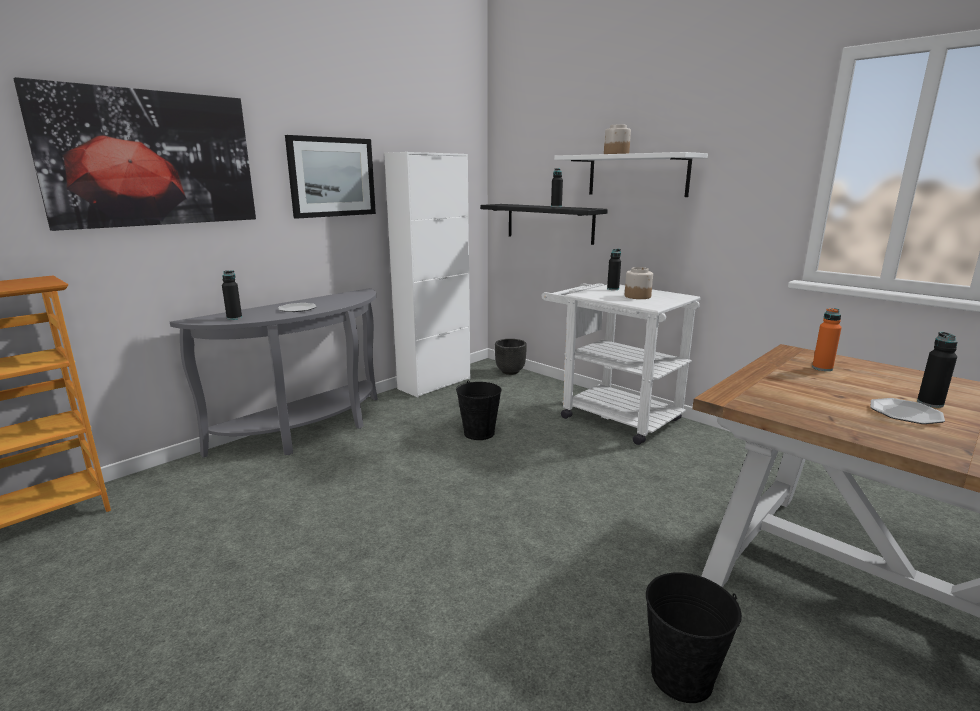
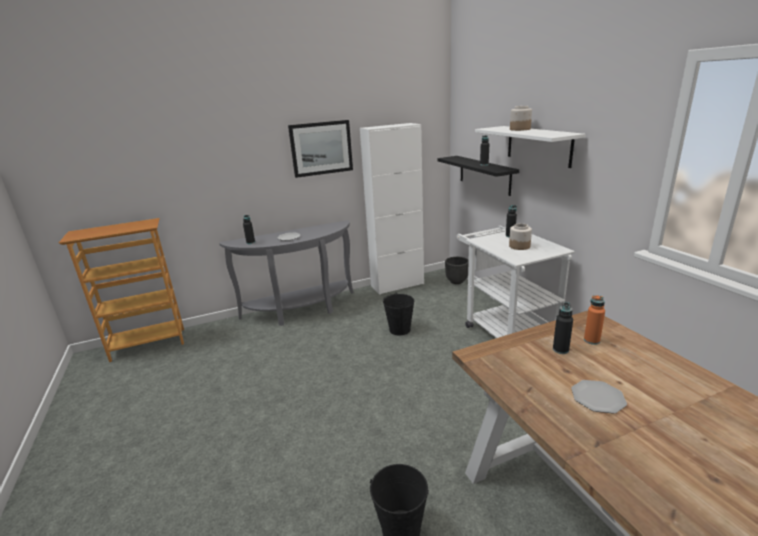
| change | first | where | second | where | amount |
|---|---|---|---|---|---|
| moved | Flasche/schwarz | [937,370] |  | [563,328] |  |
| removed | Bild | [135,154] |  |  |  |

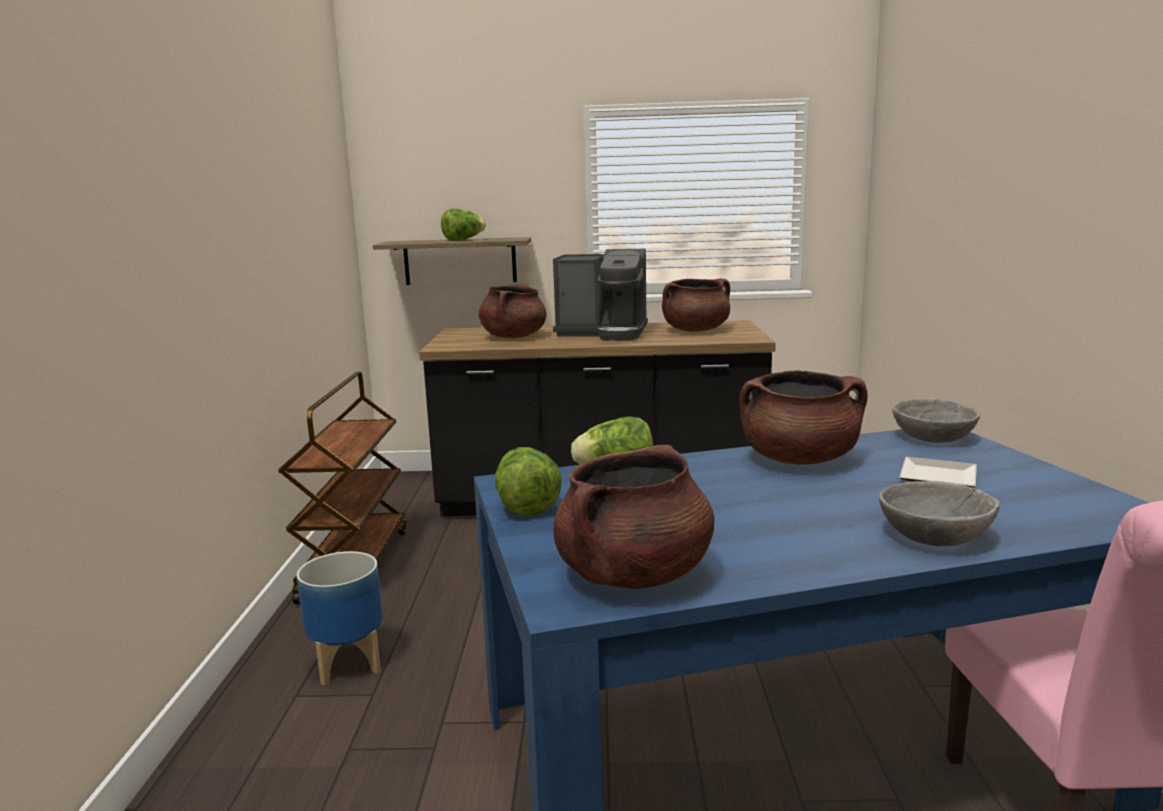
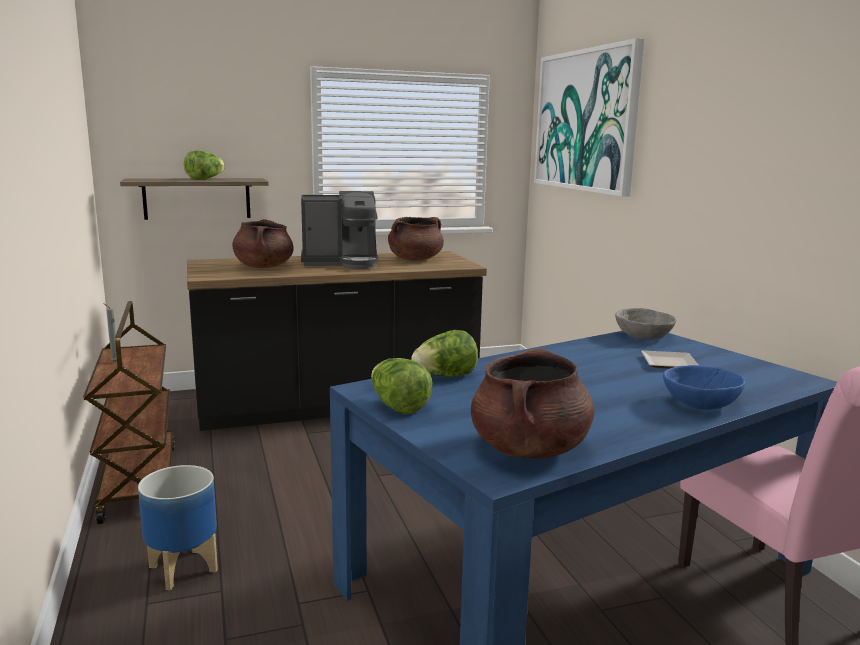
| change | first | where | second | where | amount |
|---|---|---|---|---|---|
| added |  |  | Kerze/grau | [110,332] |  |
| added |  |  | Bild | [589,117] |  |
| recoloured | Schüssel/grau | [939,513] | Schüssel/blau | [704,387] |  |
| removed | Kochtopf/braun | [803,417] |  |  |  |

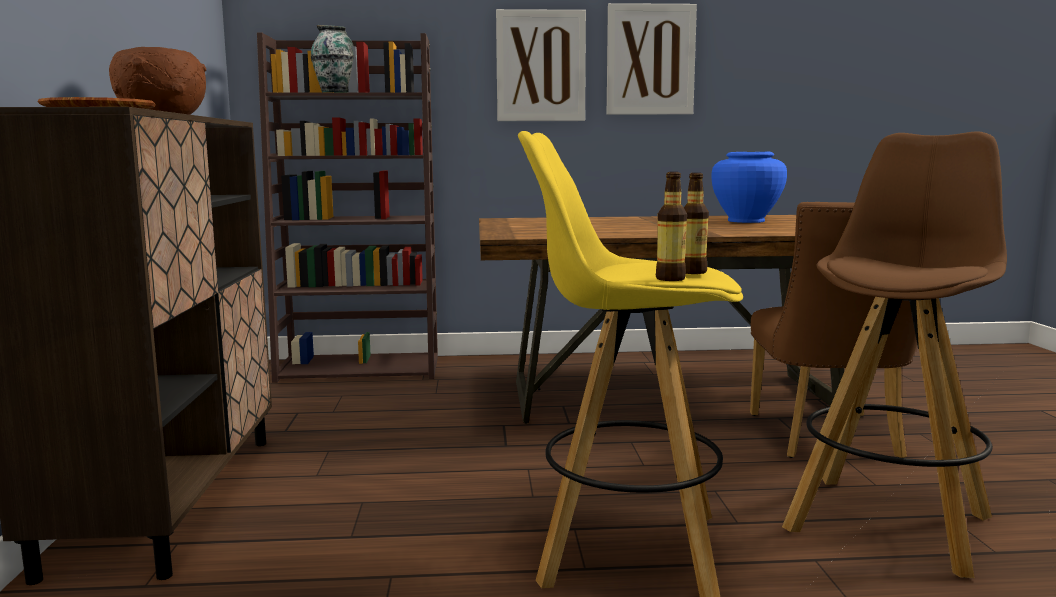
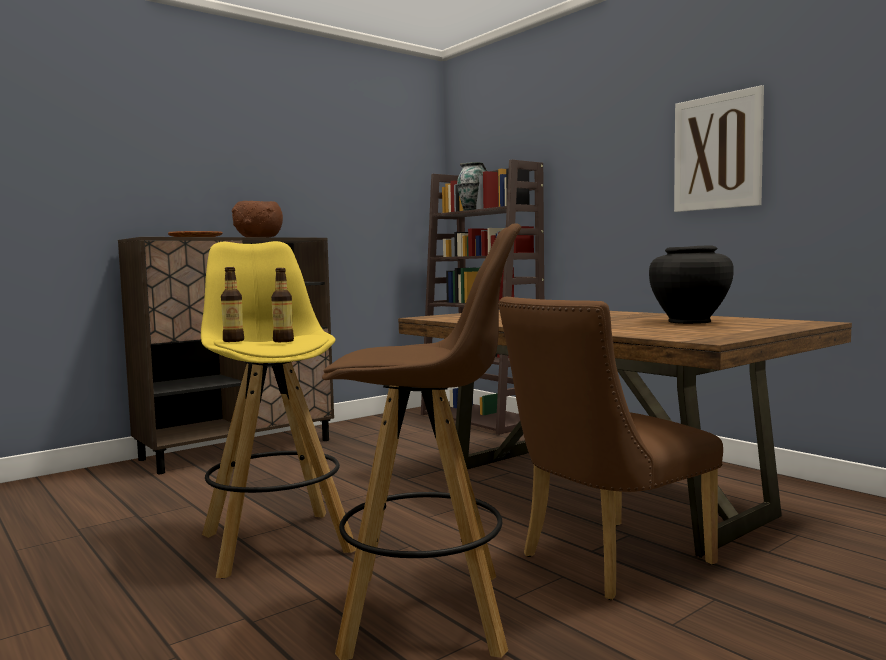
| change | first | where | second | where | amount |
|---|---|---|---|---|---|
| recoloured | Vase/blau | [749,187] | Vase/schwarz | [691,285] |  |
| removed | Bild | [541,65] |  |  |  |

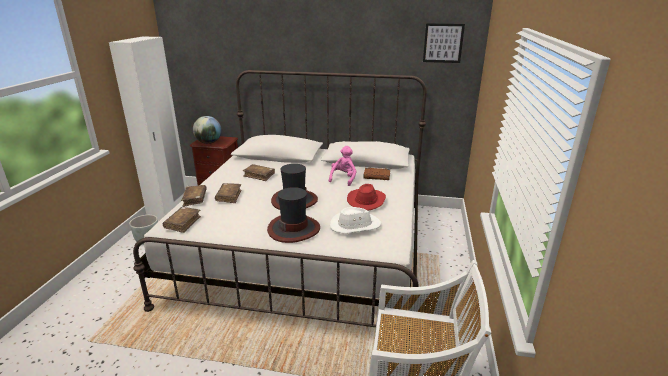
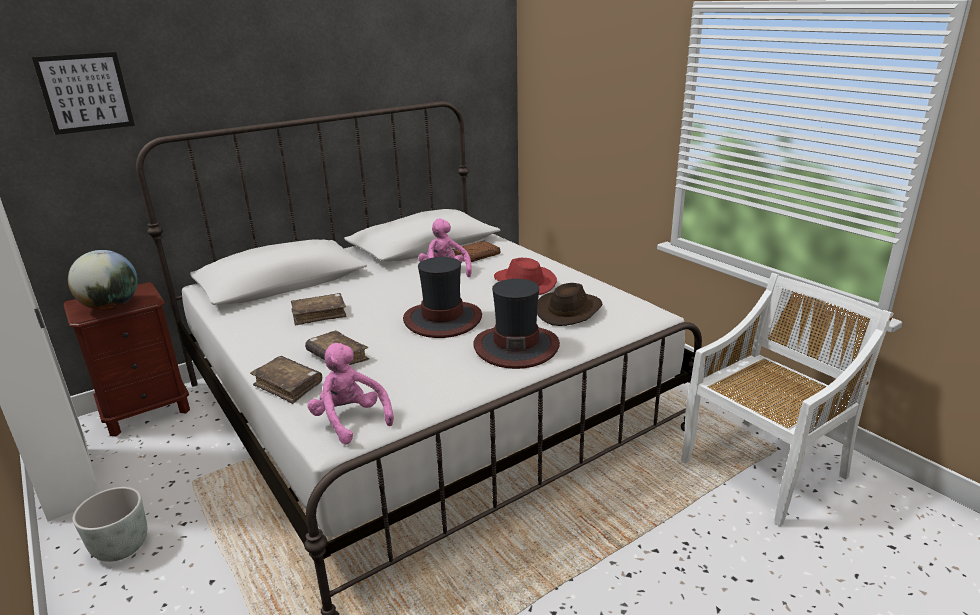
| change | first | where | second | where | amount |
|---|---|---|---|---|---|
| moved | Bild | [444,43] |  | [83,93] |  |
| replaced | Buch/braun | [182,220] | Plüschtier/rosa | [351,393] |  |
| recoloured | Hut/weiß | [355,220] | Hut/braun | [570,304] |  |

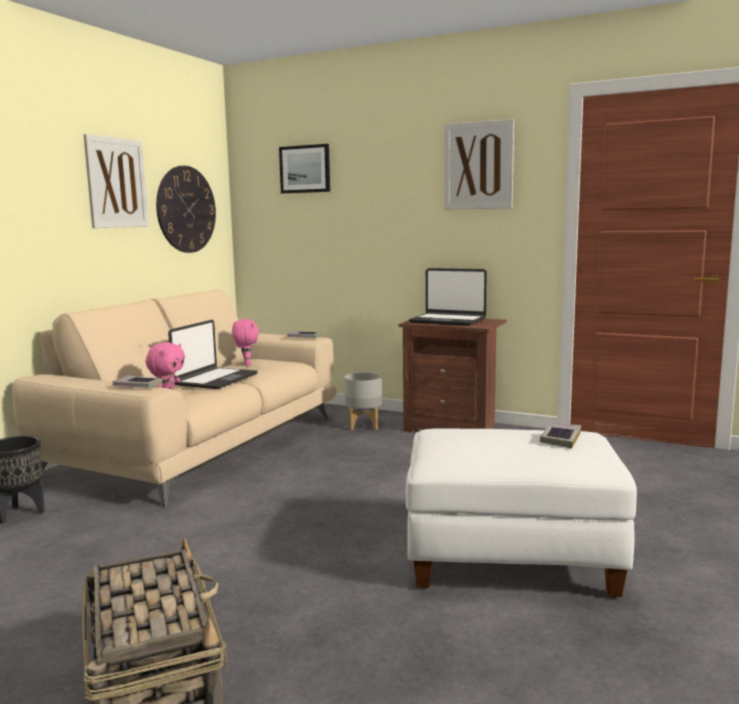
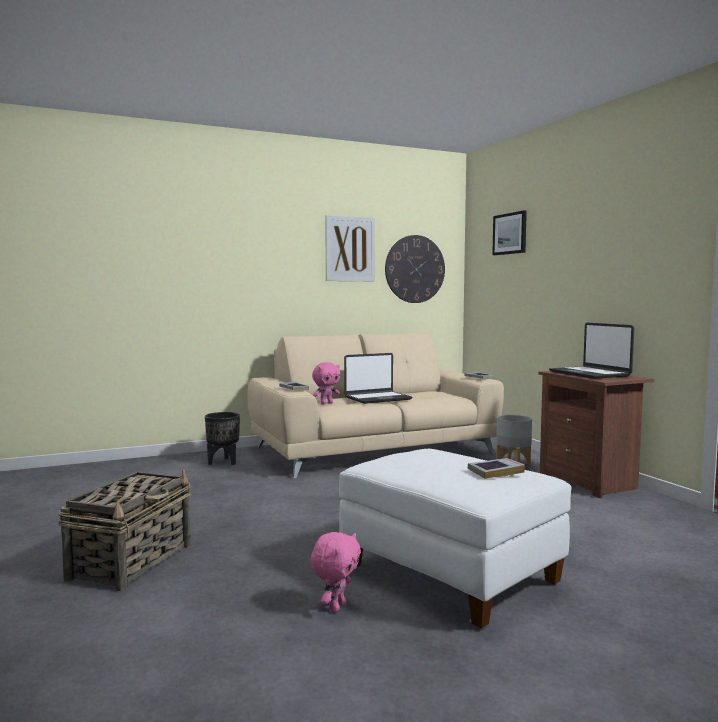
| change | first | where | second | where | amount |
|---|---|---|---|---|---|
| moved | Plüschtier/rosa | [245,342] |  | [335,572] |  |
| removed | Bild | [479,164] |  |  |  |

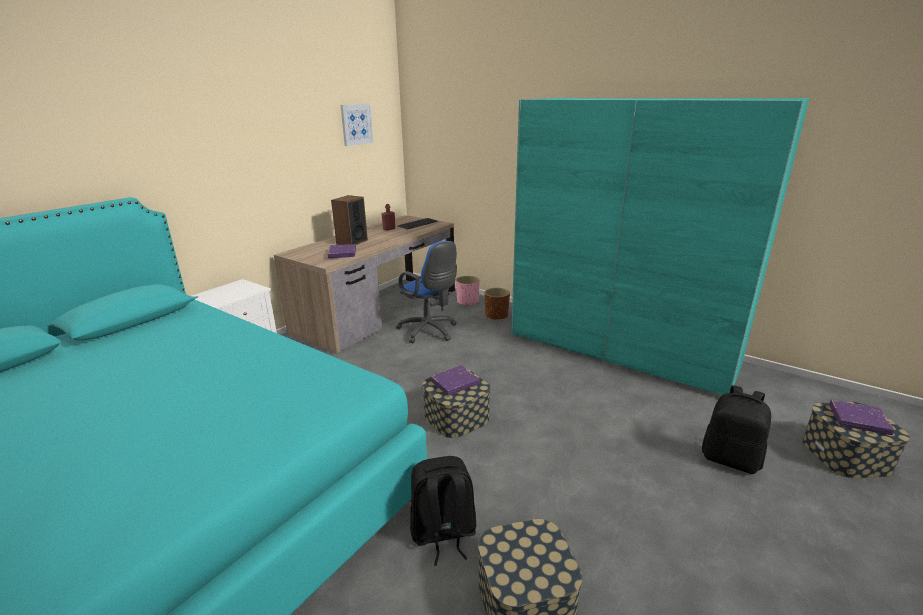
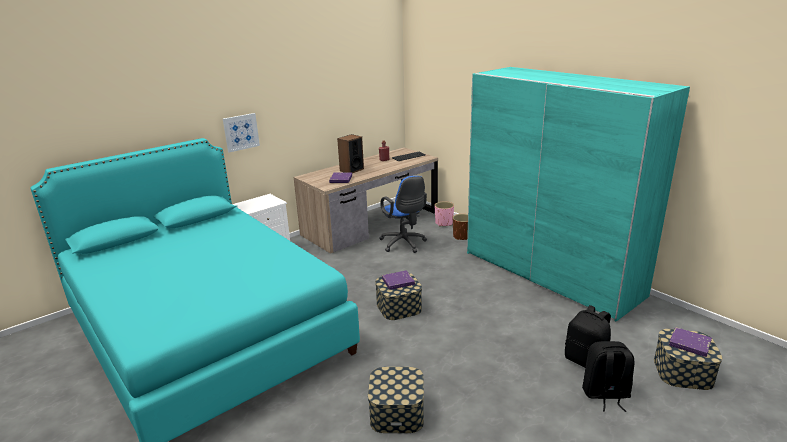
| change | first | where | second | where | amount |
|---|---|---|---|---|---|
| moved | Bild | [357,125] |  | [241,132] |  |
| moved | Rucksack/schwarz | [443,511] |  | [608,376] |  |

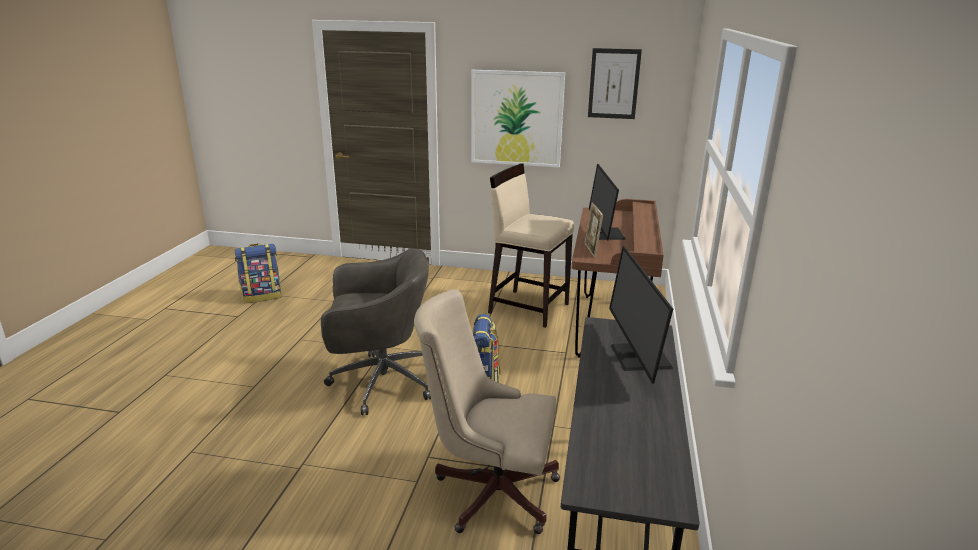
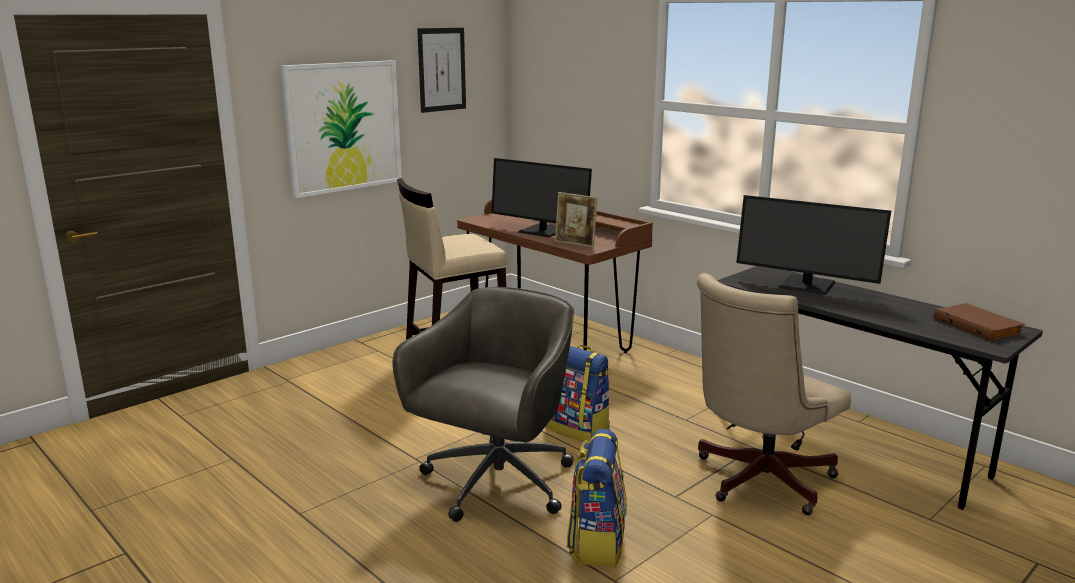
| change | first | where | second | where | amount |
|---|---|---|---|---|---|
| moved | Rucksack | [258,273] |  | [597,498] |  |
| added |  |  | Buch/braun | [979,322] |  |

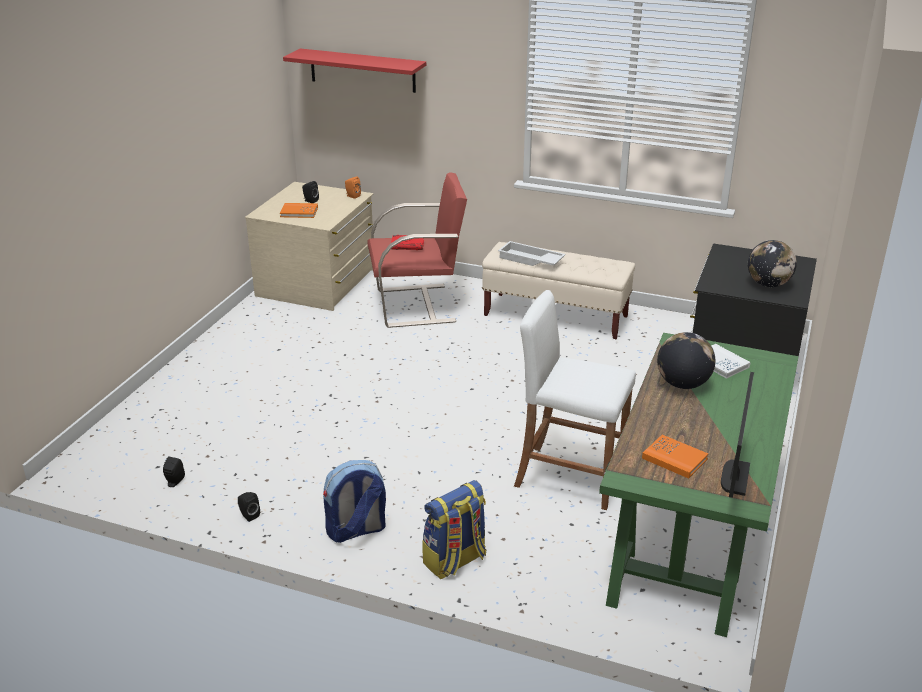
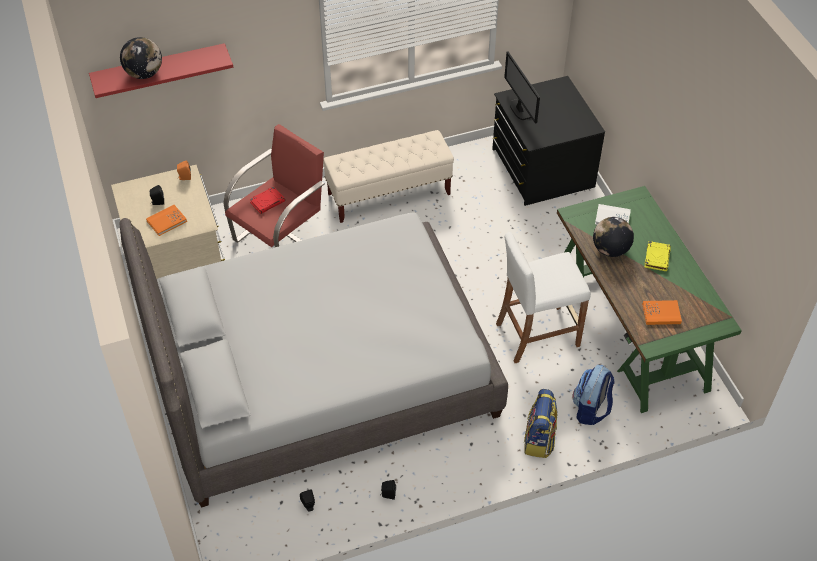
| change | first | where | second | where | amount |
|---|---|---|---|---|---|
| added |  |  | Bett/grau | [313,360] |  |
| moved | Globus | [772,263] |  | [141,58] |  |
| moved | Monitor | [737,435] |  | [522,87] |  |
| moved | Rucksack | [354,501] |  | [594,395] |  |
| added |  |  | Buch/gelb | [657,256] |  |
| removed | Tablett/weiß | [532,253] |  |  |  |

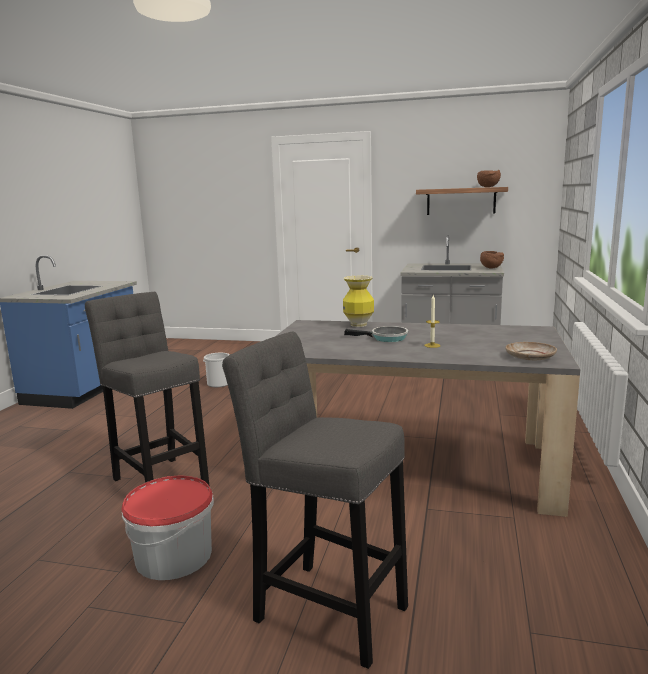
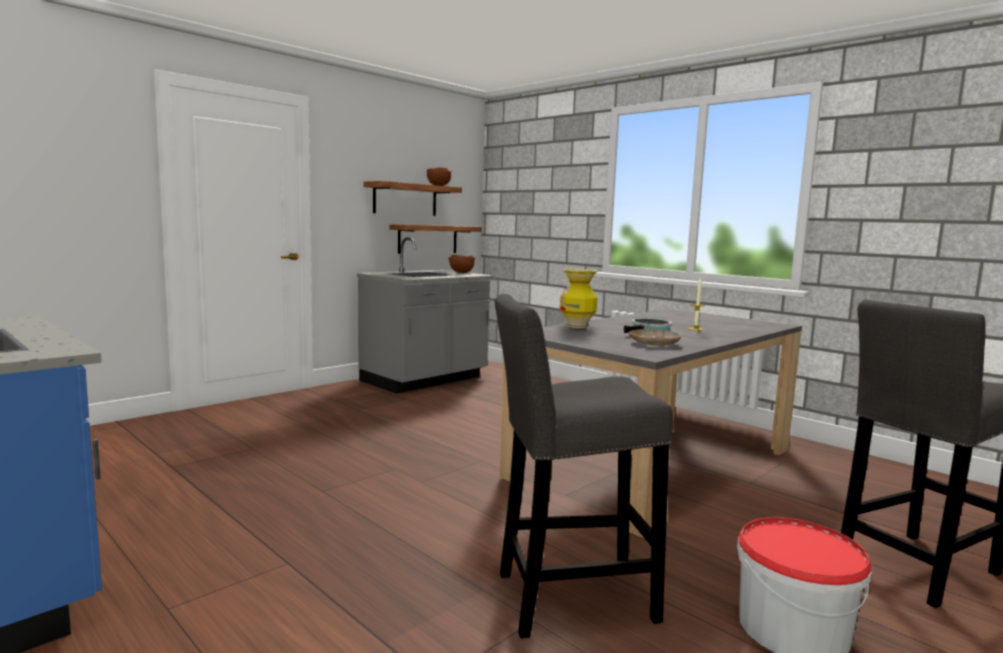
| change | first | where | second | where | amount |
|---|---|---|---|---|---|
| added |  |  | Wandregal | [435,239] |  |
| moved | Teller/beige | [531,351] |  | [655,337] |  |
| removed | Eimer | [216,370] |  |  |  |

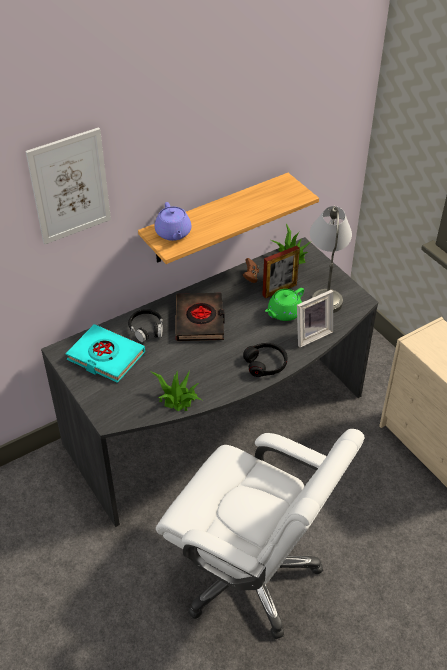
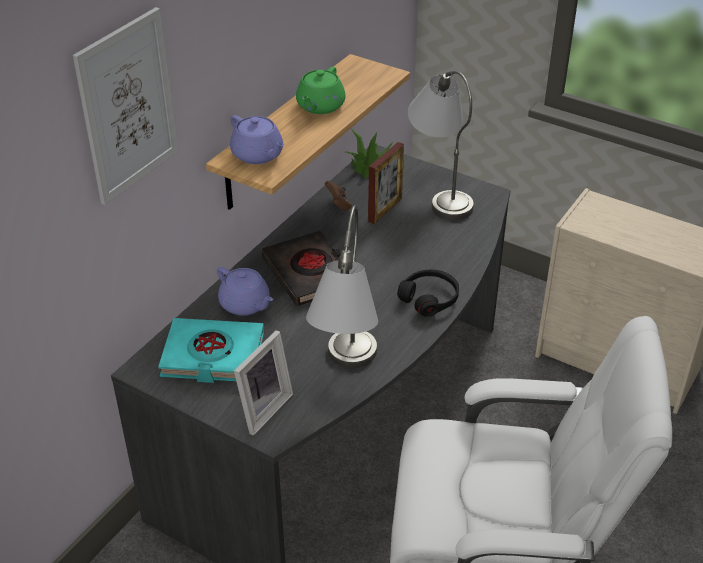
| change | first | where | second | where | amount |
|---|---|---|---|---|---|
| replaced | Kopfhörer/schwarz | [145,325] | Teekanne/lila | [245,291] |  |
| moved | Bilderrahmen | [315,319] |  | [263,382] |  |
| moved | Teekanne/grün | [284,304] |  | [321,90] |  |
| replaced | Topfpflanze | [175,390] | Tischlampe/grau | [342,286] |  |

